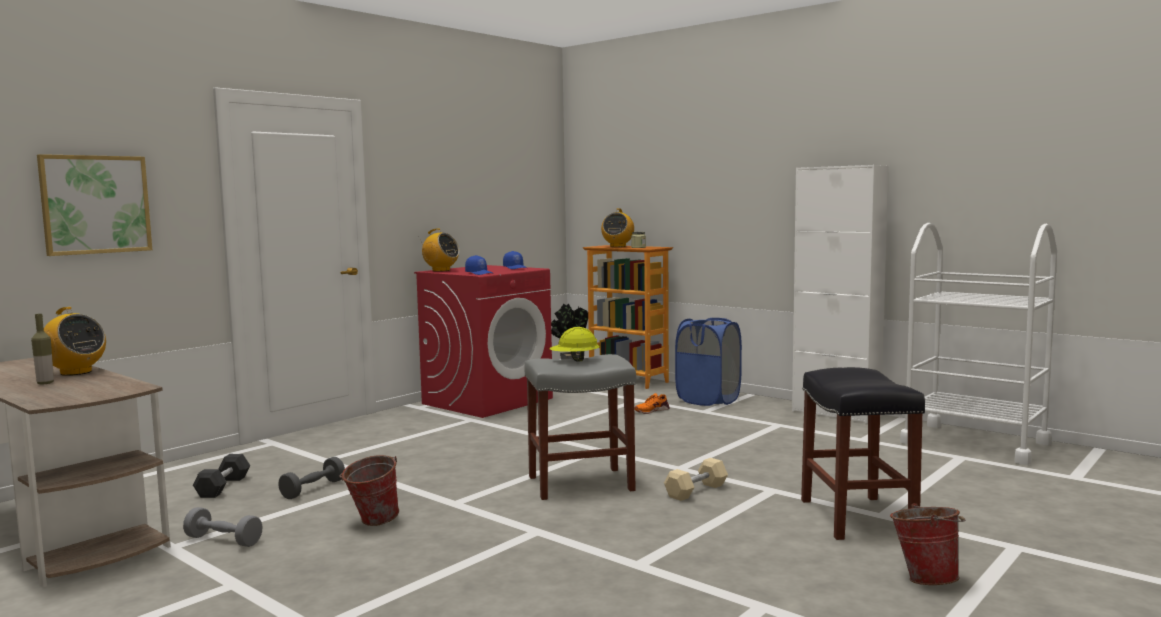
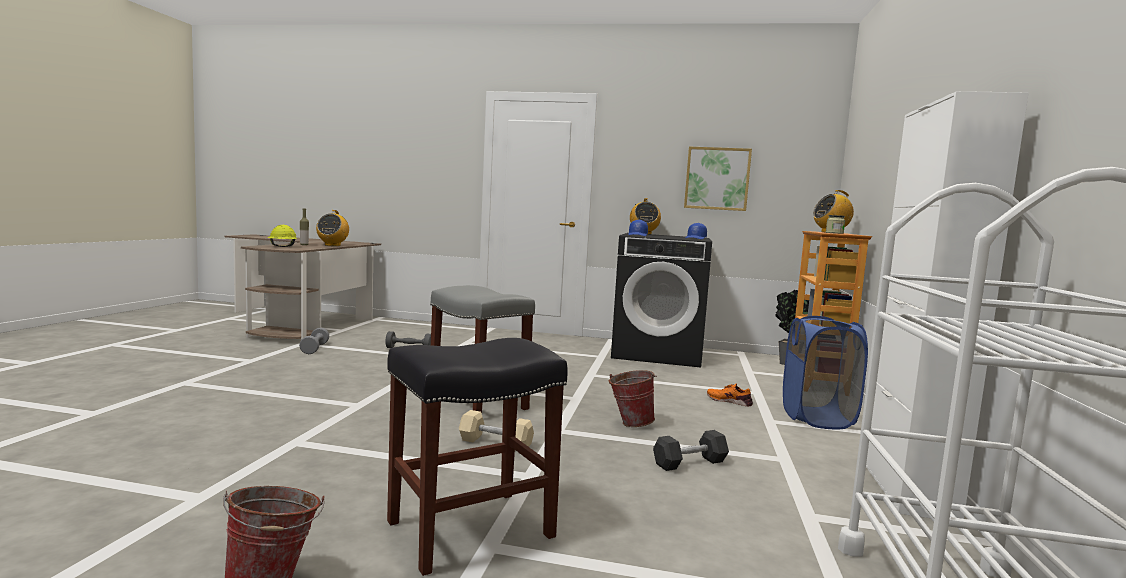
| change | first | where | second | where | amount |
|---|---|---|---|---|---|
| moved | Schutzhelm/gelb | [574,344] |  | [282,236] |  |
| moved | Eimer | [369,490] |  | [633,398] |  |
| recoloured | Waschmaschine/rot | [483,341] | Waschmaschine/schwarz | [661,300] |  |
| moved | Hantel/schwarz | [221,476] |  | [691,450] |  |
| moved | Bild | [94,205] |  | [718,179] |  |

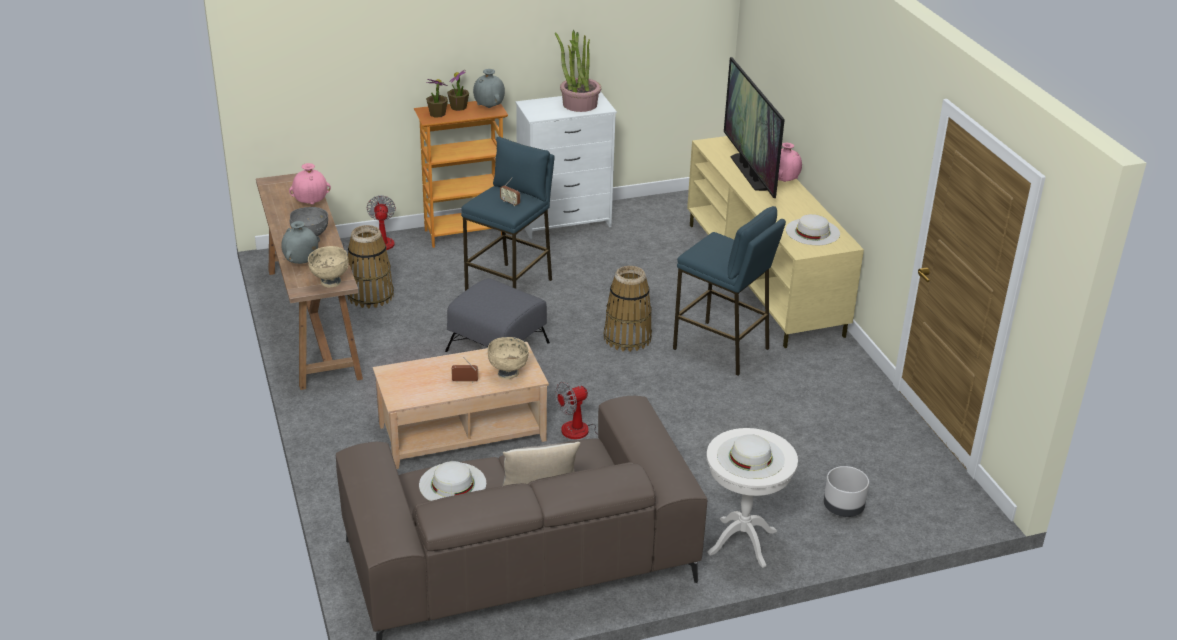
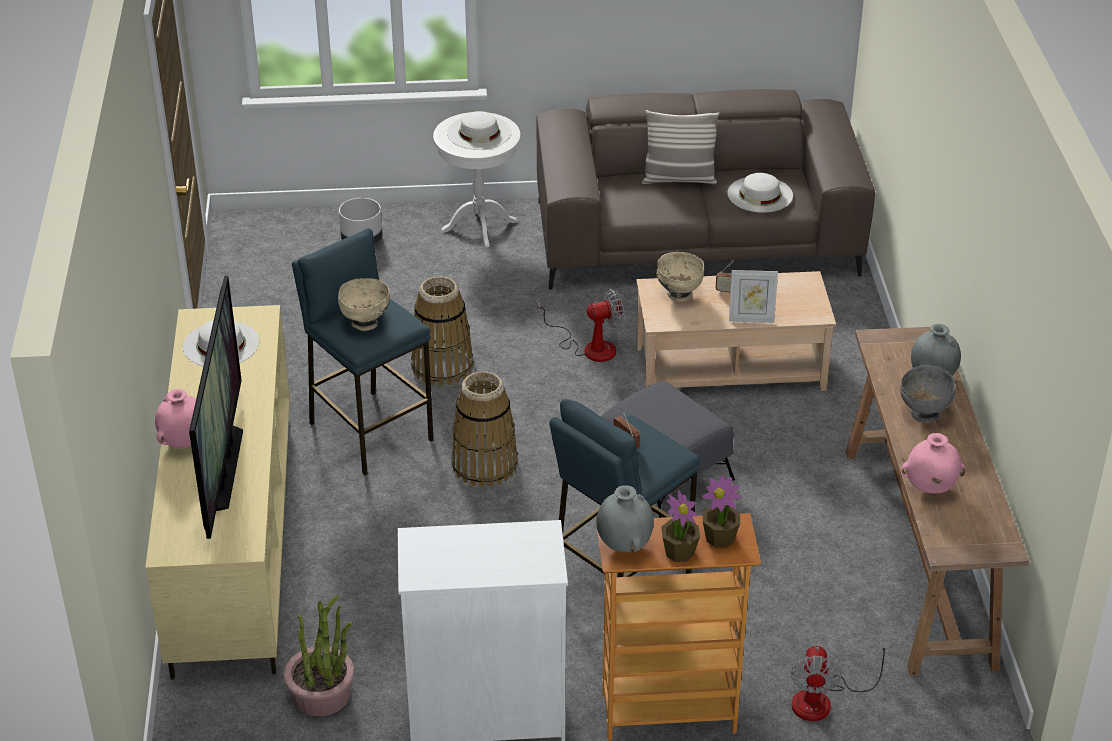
| change | first | where | second | where | amount |
|---|---|---|---|---|---|
| moved | Topfpflanze | [578,71] |  | [319,655] |  |
| moved | Schüssel/beige | [328,266] |  | [364,304] |  |
| moved | Korb | [370,266] |  | [442,331] |  |
| added |  |  | Bilderrahmen | [753,296] |  |

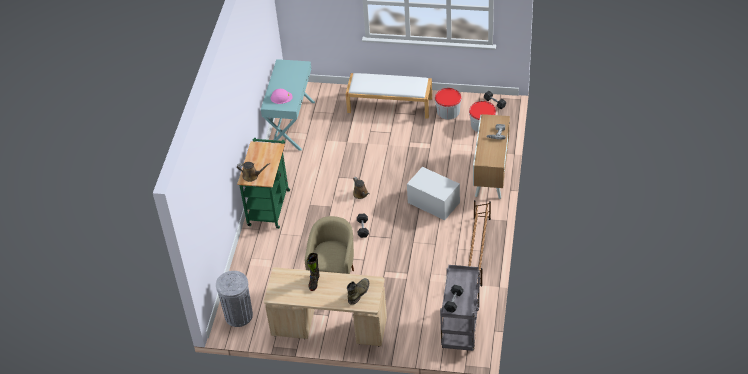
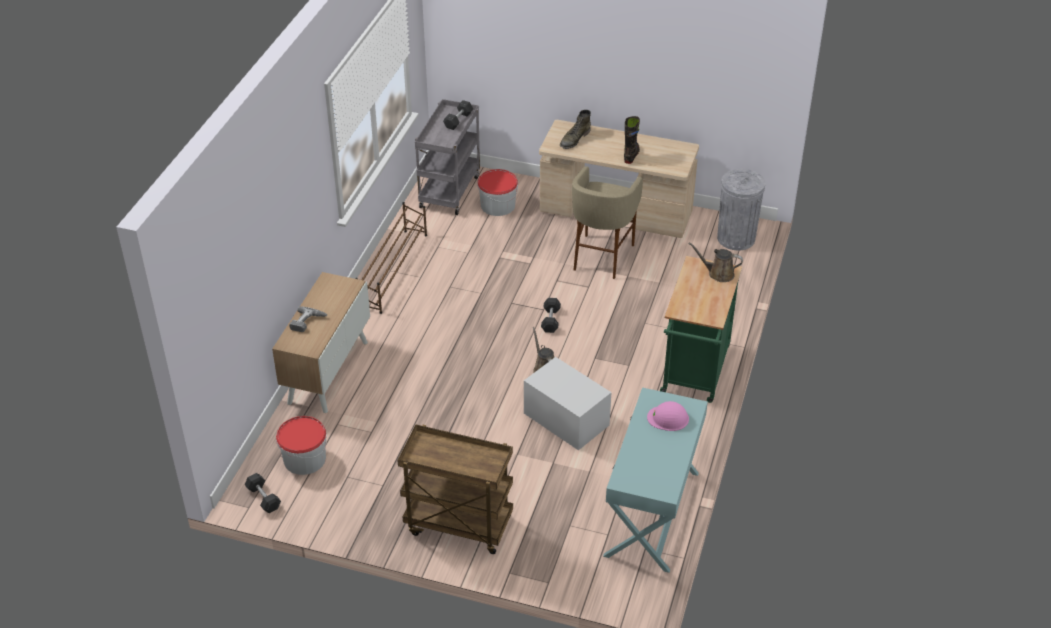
| change | first | where | second | where | amount |
|---|---|---|---|---|---|
| replaced | Bank/weiß | [388,96] | Rollwagen/braun | [455,489] |  |
| moved | Eimer | [448,103] |  | [497,192] |  |
| moved | Aufbewahrungsbox/weiß | [433,193] |  | [567,403] |  |

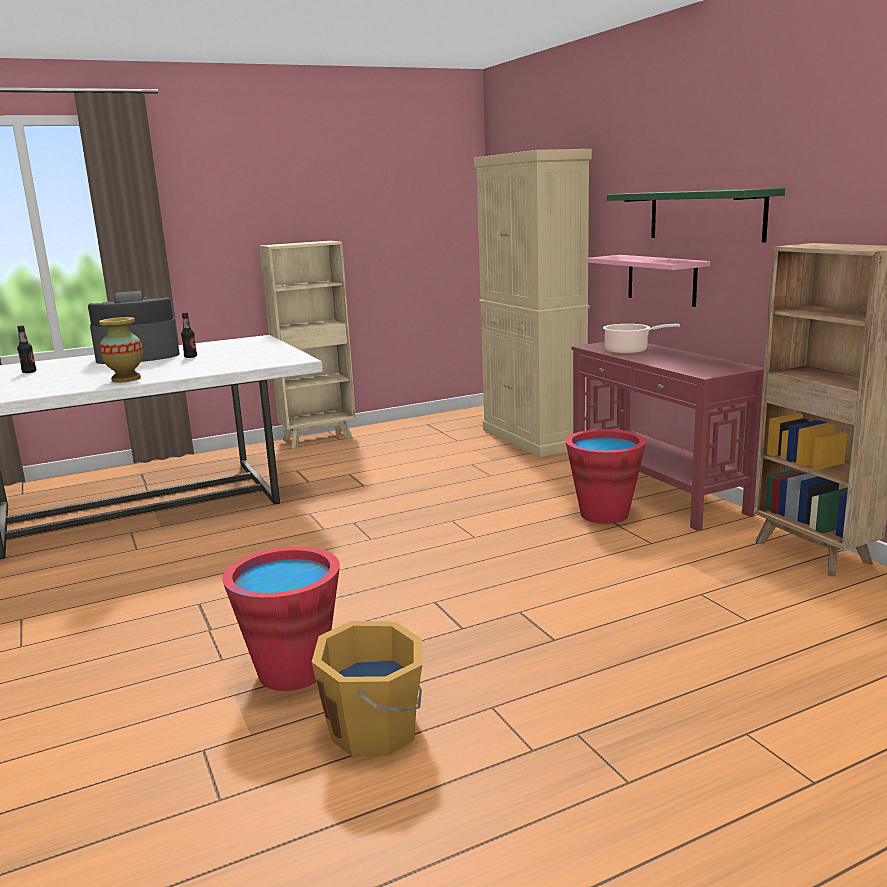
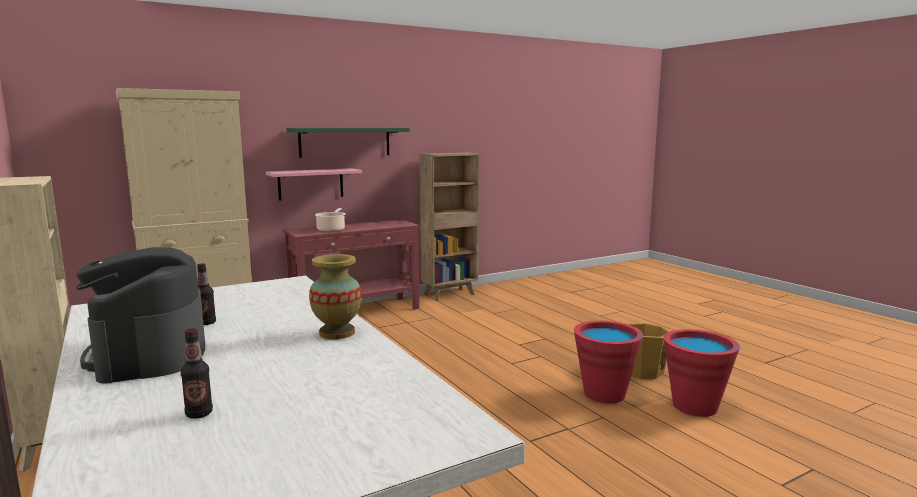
| change | first | where | second | where | amount |
|---|---|---|---|---|---|
| moved | Eimer/rot | [605,476] |  | [702,373] |  |

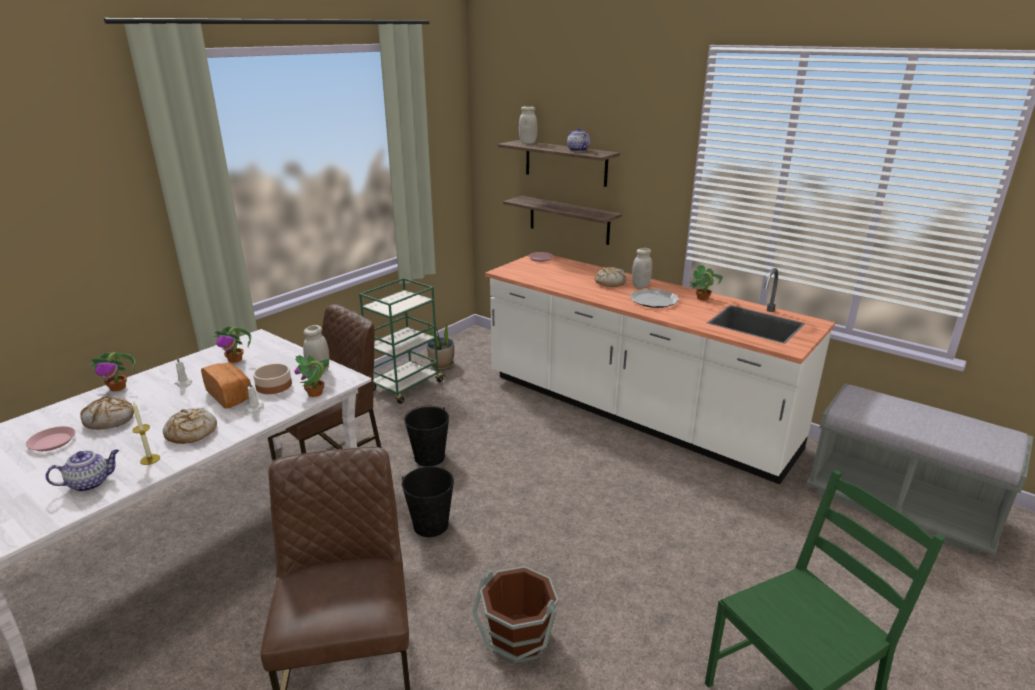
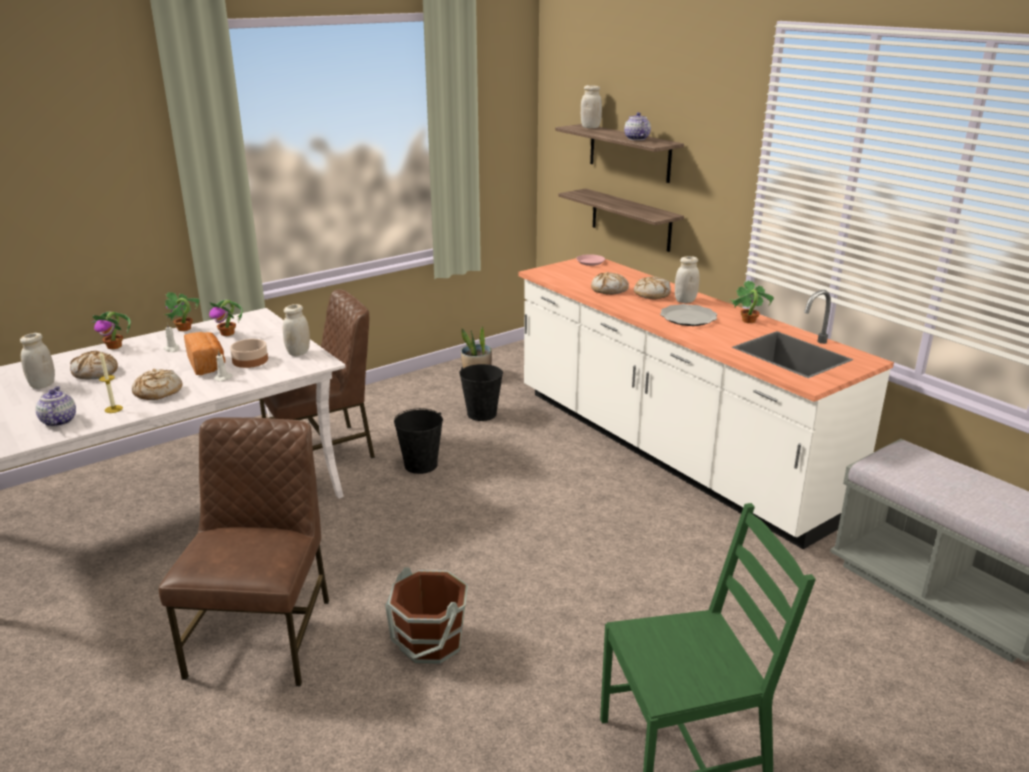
| change | first | where | second | where | amount |
|---|---|---|---|---|---|
| replaced | Teller/rosa | [50,438] | Vorratsglas/weiß | [37,361] |  |
| turned | Teekanne | [82,470] |  | [55,406] | 90 degrees counterclockwise |
| moved | Topfpflanze | [311,376] |  | [181,311] |  |
| moved | Eimer/schwarz | [428,501] |  | [481,392] |  |
| added |  |  | Brot | [610,283] |  |
| removed | Rollwagen/grün | [402,341] |  |  |  |

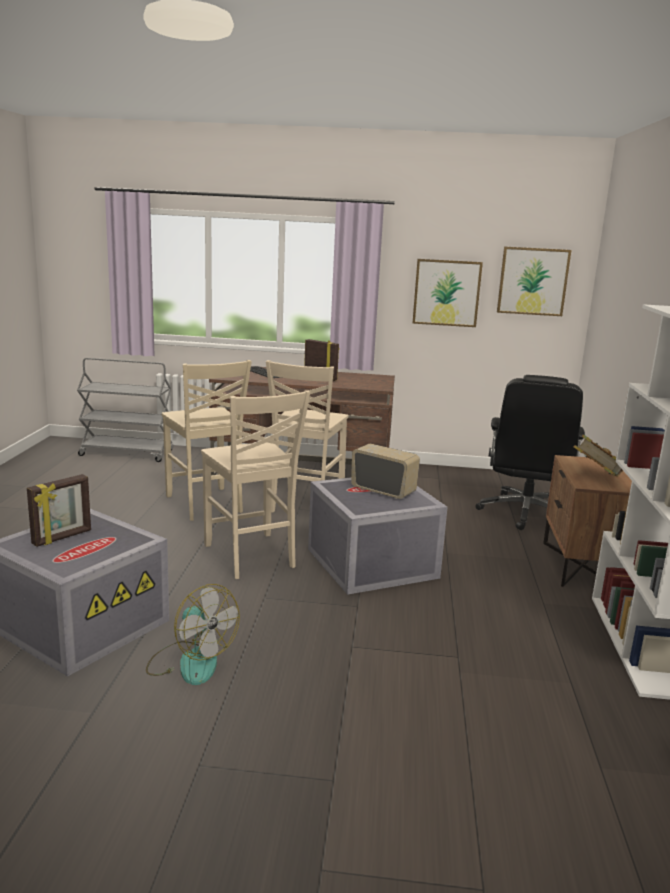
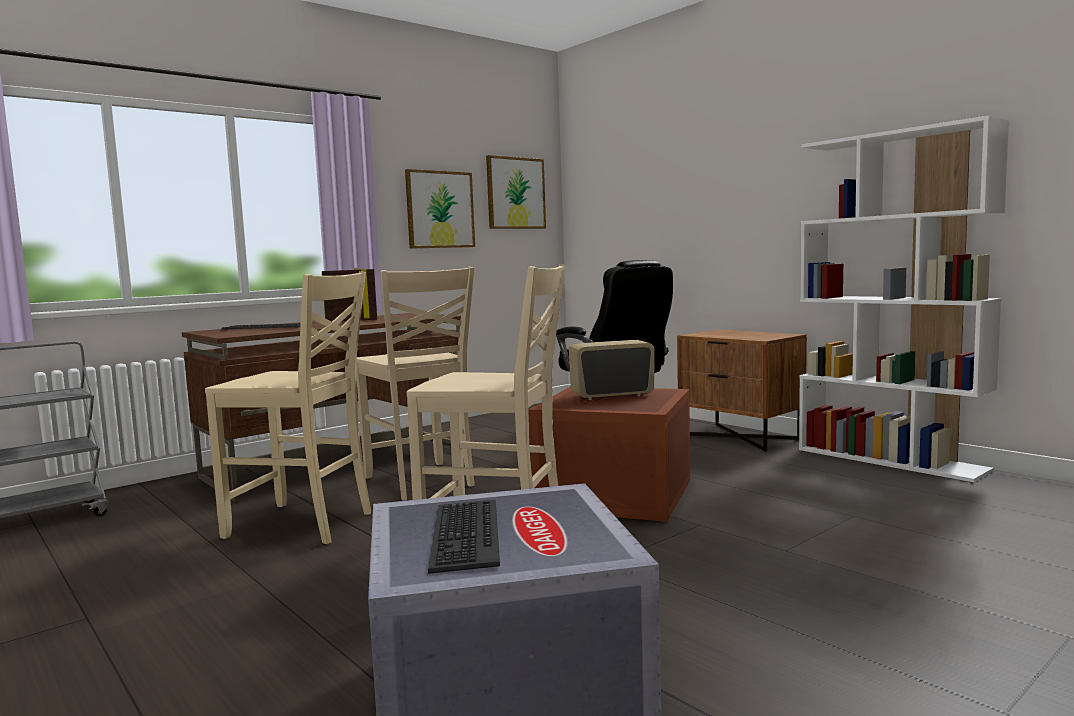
| change | first | where | second | where | amount |
|---|---|---|---|---|---|
| replaced | Bilderrahmen | [59,510] | Tastatur | [464,537] |  |
| recoloured | Aufbewahrungsbox/grau | [378,536] | Aufbewahrungsbox/braun | [609,454] |  |
| removed | Ventilator | [193,634] |  |  |  |
| removed | Buch | [598,455] |  |  |  |

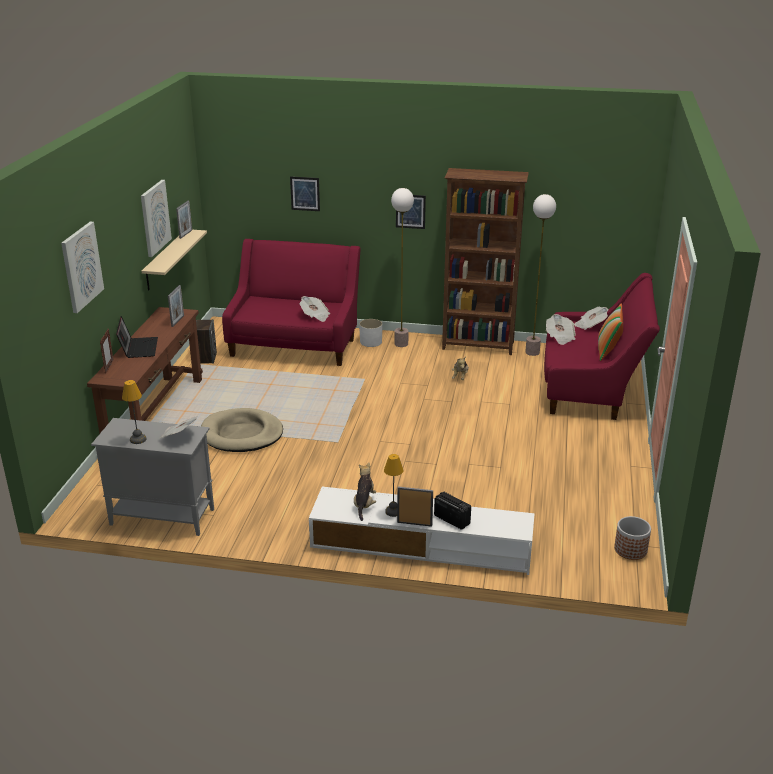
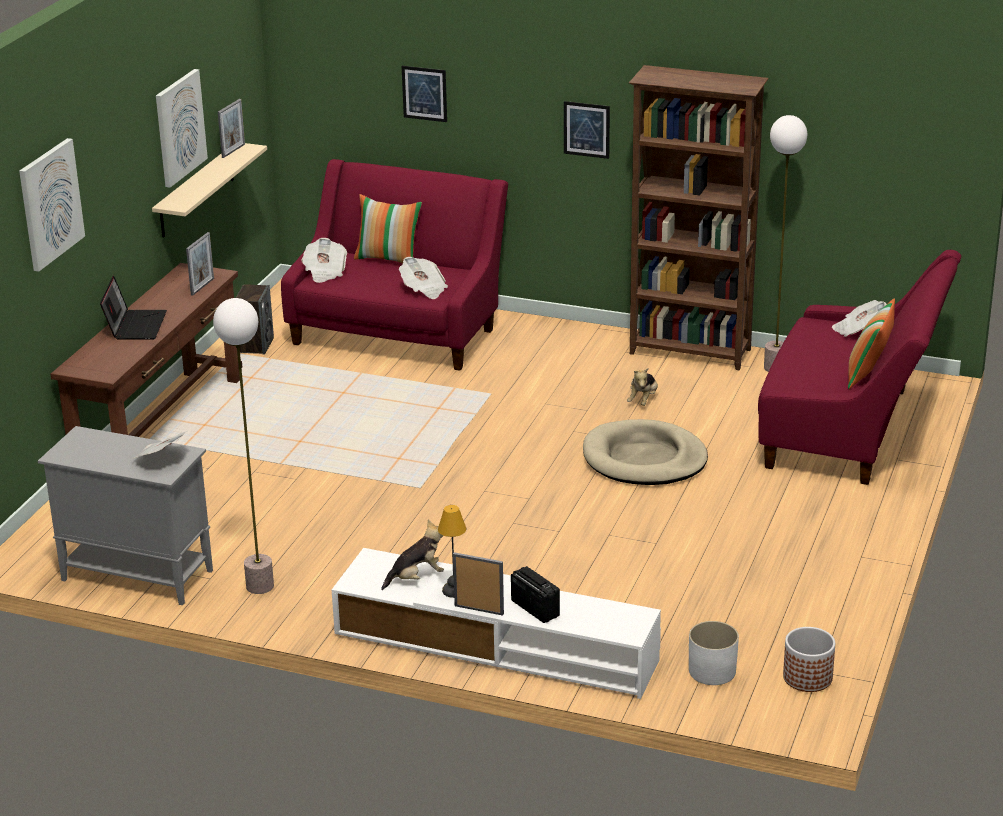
| change | first | where | second | where | amount |
|---|---|---|---|---|---|
| moved | Stehlampe | [402,267] |  | [243,446] |  |
| moved | Zeitung | [561,329] |  | [324,260] |  |
| added |  |  | Kissen | [388,228] |  |
| turned | Plüschtier | [365,491] |  | [412,555] | 45 degrees clockwise |
| moved | Hundebett/beige | [242,430] |  | [645,452] |  |
| moved | Pflanzkübel/weiß | [370,333] |  | [714,653] |  |
| removed | Bilderrahmen | [107,351] |  |  |  |
| removed | Tischlampe | [134,412] |  |  |  |

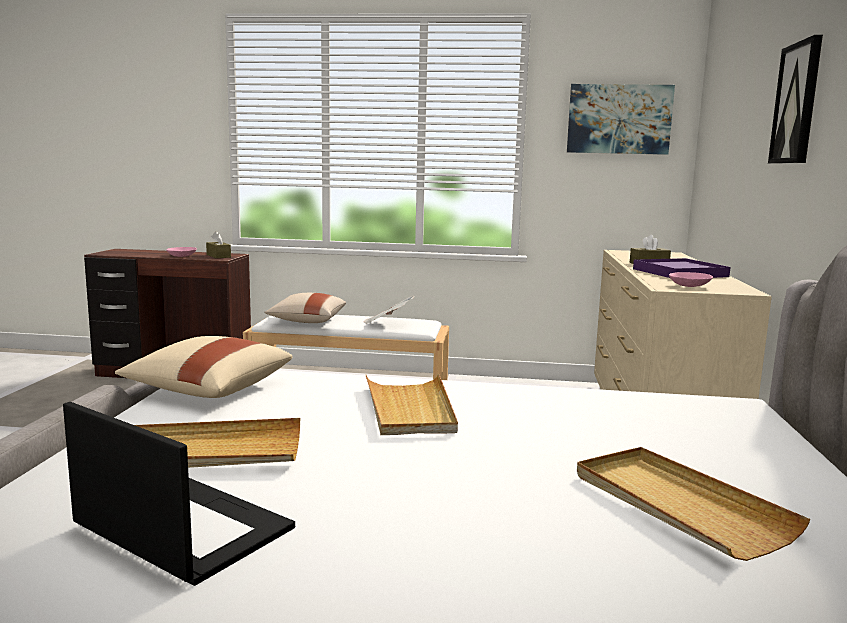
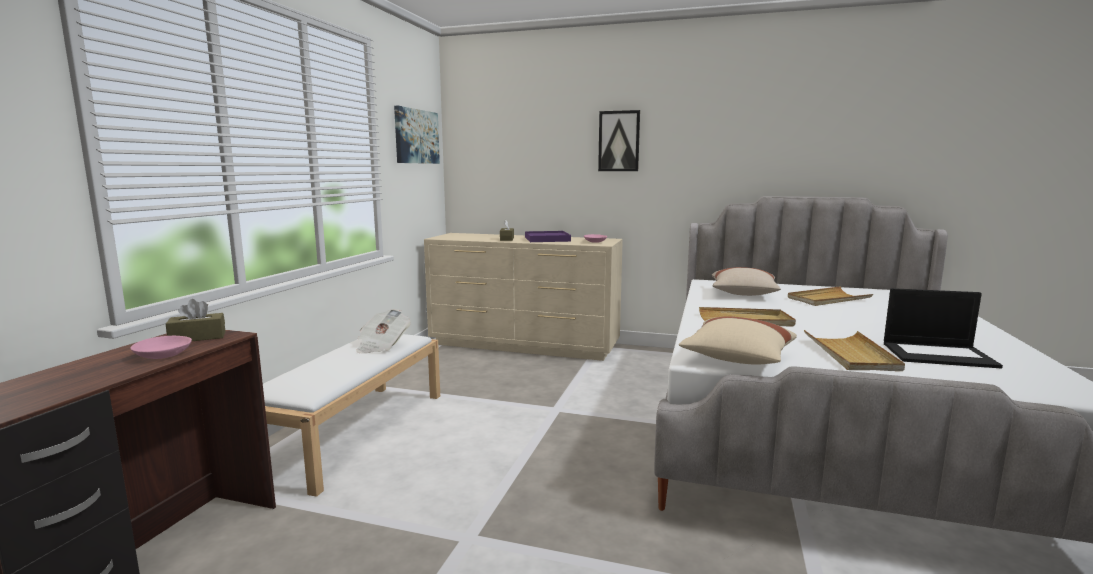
| change | first | where | second | where | amount |
|---|---|---|---|---|---|
| moved | Kissen/beige | [305,308] |  | [746,281] |  |
| turned | Laptop | [179,494] |  | [943,328] | 120 degrees counterclockwise |

